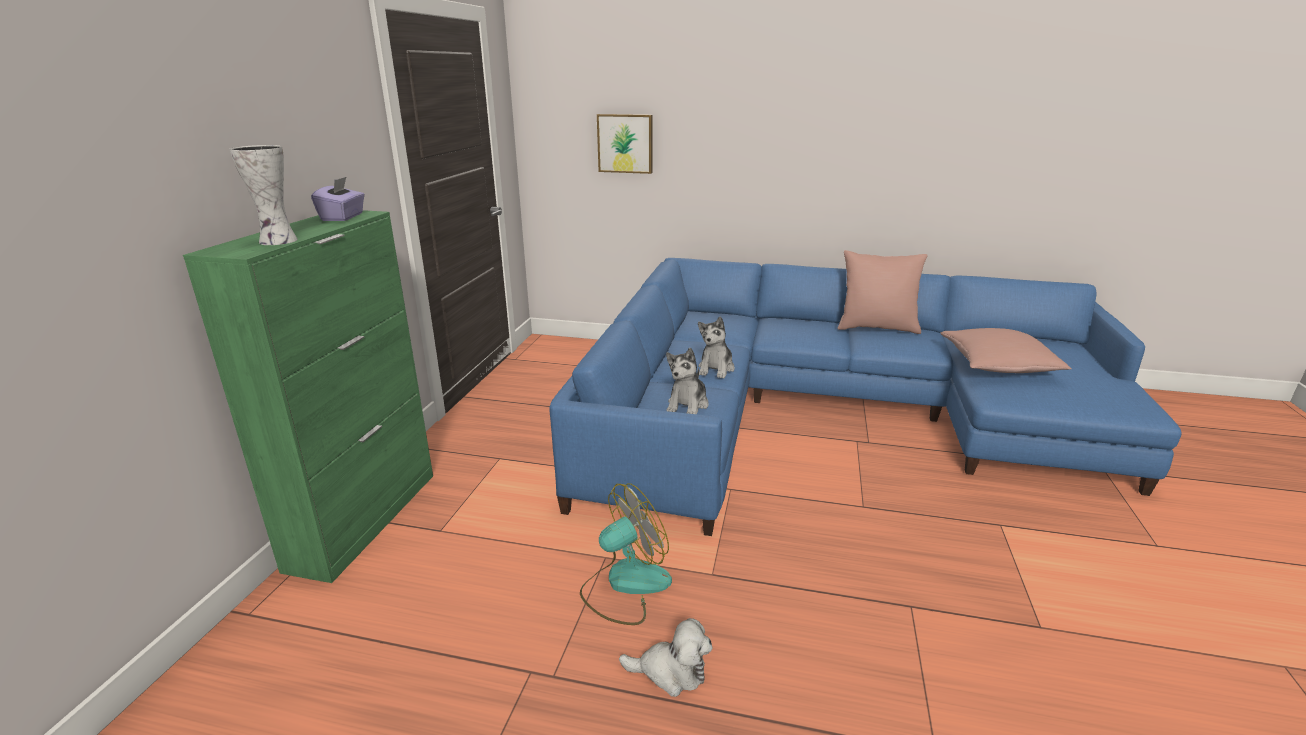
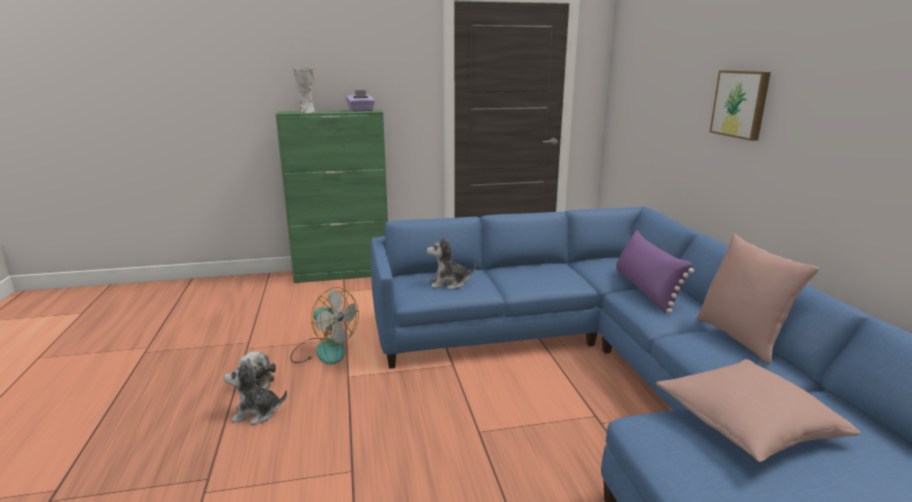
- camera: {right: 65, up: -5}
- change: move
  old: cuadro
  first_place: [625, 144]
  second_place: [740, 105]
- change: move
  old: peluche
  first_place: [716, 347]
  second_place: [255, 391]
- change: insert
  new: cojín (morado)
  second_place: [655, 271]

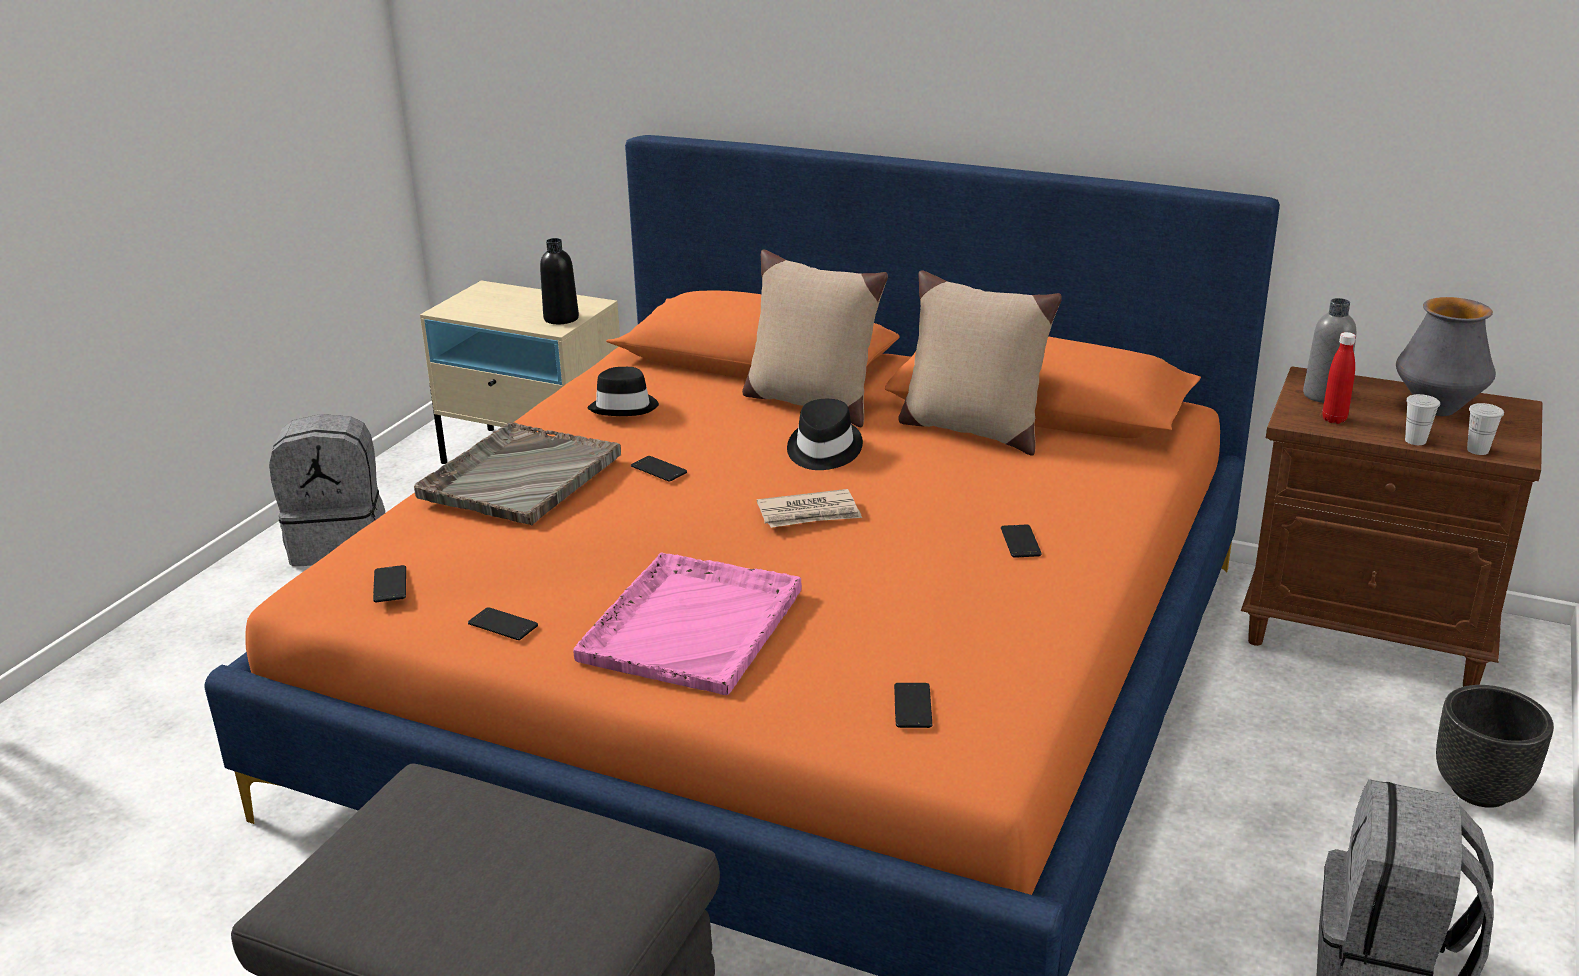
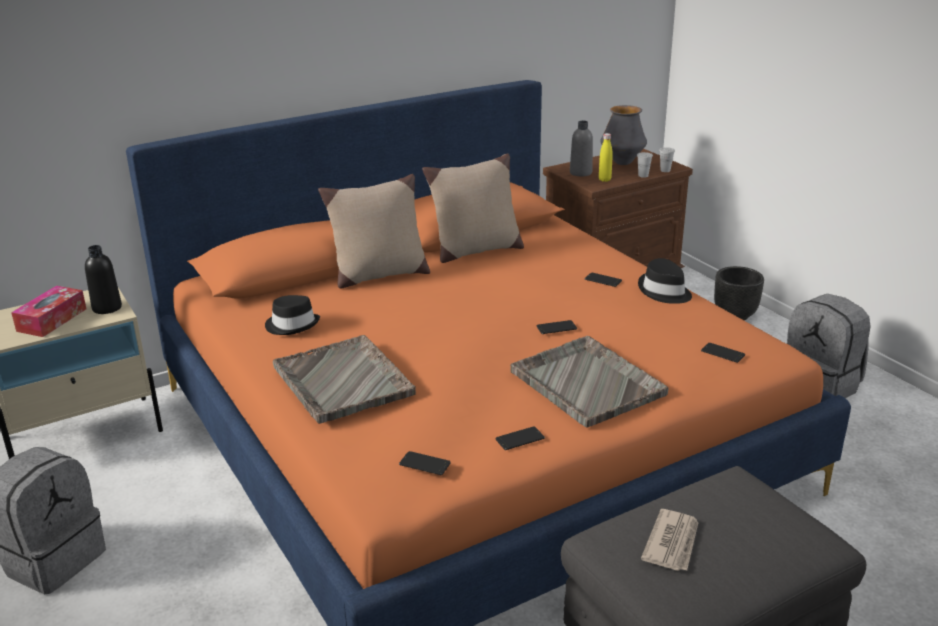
- camera: {right: -55, up: 0}
- change: recolor
  old: botella (rojo)
  new: botella (amarillo)
  first_place: [1339, 378]
  second_place: [606, 157]
- change: move
  old: sombrero (negro)
  first_place: [825, 434]
  second_place: [665, 281]
- change: move
  old: móvil
  first_place: [659, 469]
  second_place: [557, 327]
- change: move
  old: periódico
  first_place: [809, 508]
  second_place: [670, 540]
- change: recolor
  old: bandeja (rosa)
  new: bandeja (gris)
  first_place: [687, 623]
  second_place: [589, 381]
- change: insert
  new: caja de pañuelos
  second_place: [49, 311]

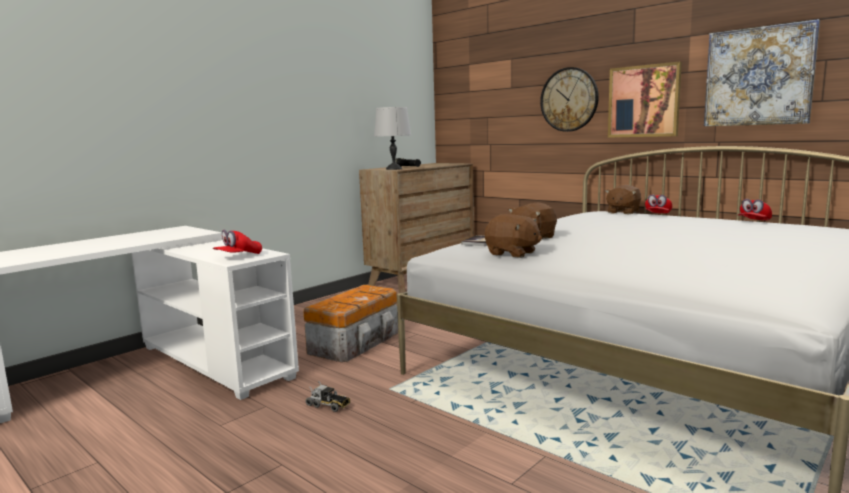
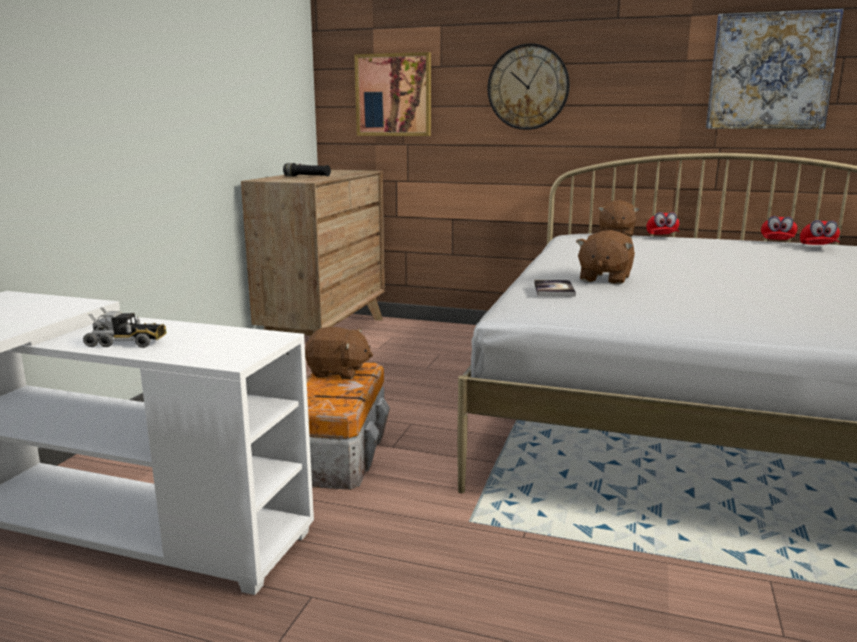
- camera: {right: -25, up: 5}
- change: move
  old: cuadro
  first_place: [645, 100]
  second_place: [392, 94]
- change: delete
  old: lámpara de mesa (gris)
  first_place: [392, 138]
- change: move
  old: peluche (marrón)
  first_place: [513, 236]
  second_place: [339, 353]
- change: move
  old: gorra (rojo)
  first_place: [237, 242]
  second_place: [820, 232]
- change: move
  old: camión de juguete
  first_place: [327, 396]
  second_place: [125, 327]

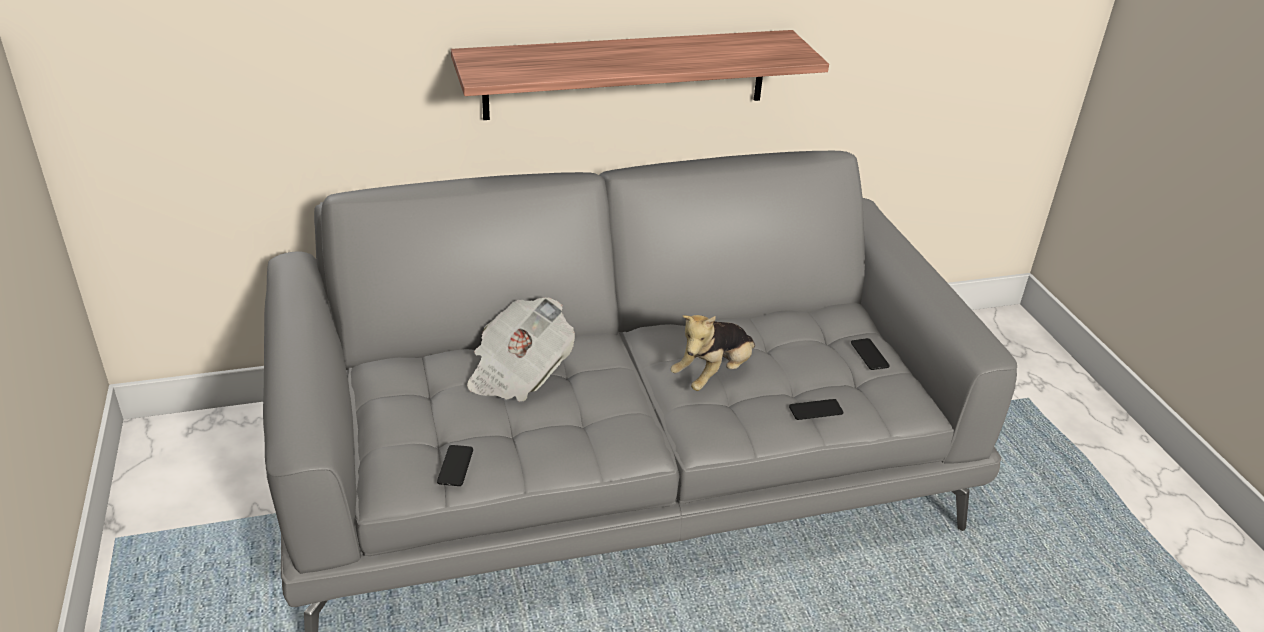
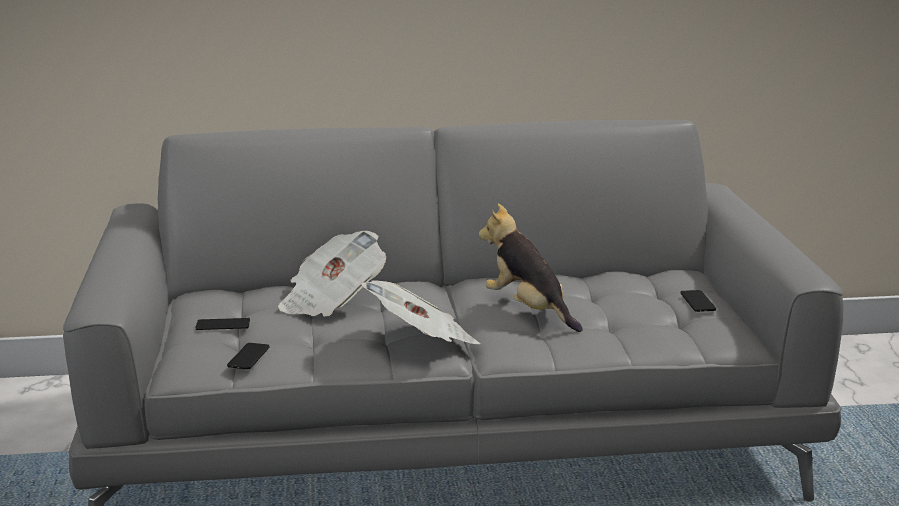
- camera: {right: 10, up: -15}
- change: delete
  old: estante
  first_place: [640, 75]
- change: rotate
  old: peluche
  first_place: [713, 353]
  second_place: [531, 267]
  degrees: 90
- change: move
  old: móvil
  first_place: [816, 409]
  second_place: [223, 324]
- change: insert
  new: periódico
  second_place: [420, 312]

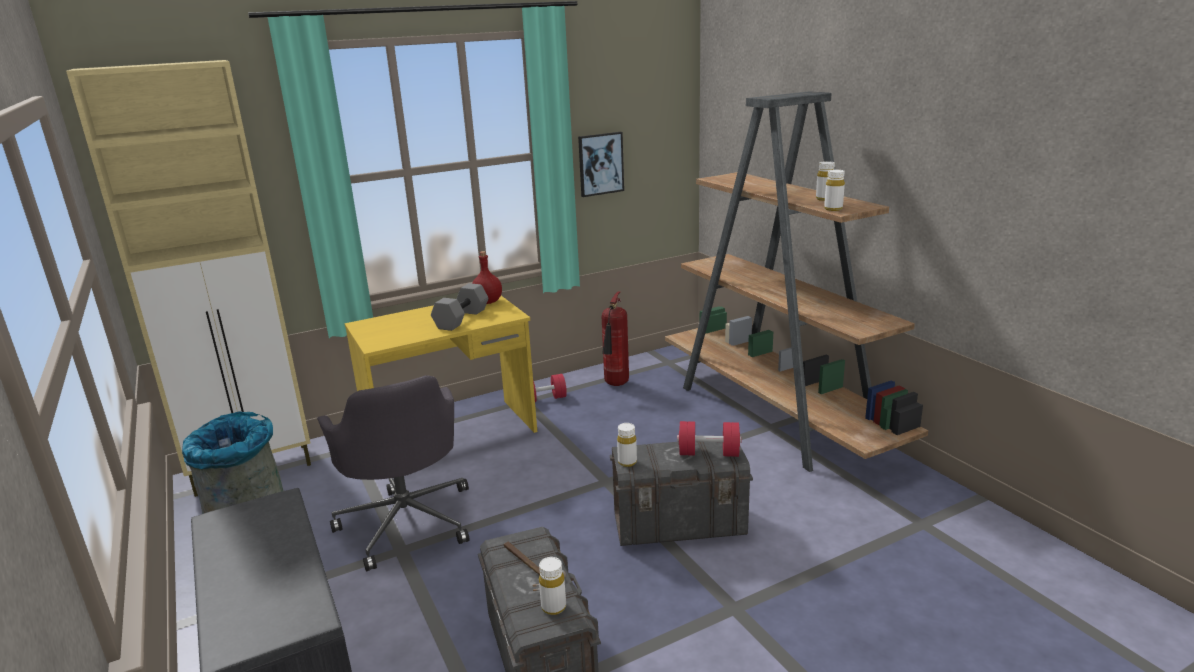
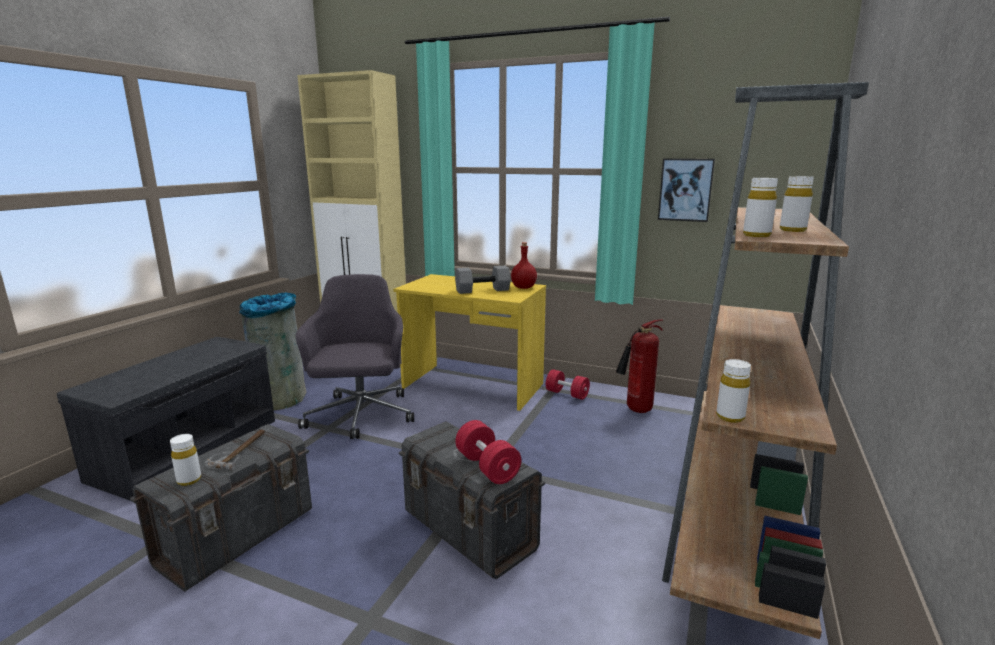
- camera: {right: 50, up: -5}
- change: rotate
  old: silla de oficina (gris)
  first_place: [393, 473]
  second_place: [355, 356]
  degrees: 150
- change: move
  old: botella (blanco)
  first_place: [627, 445]
  second_place: [733, 391]

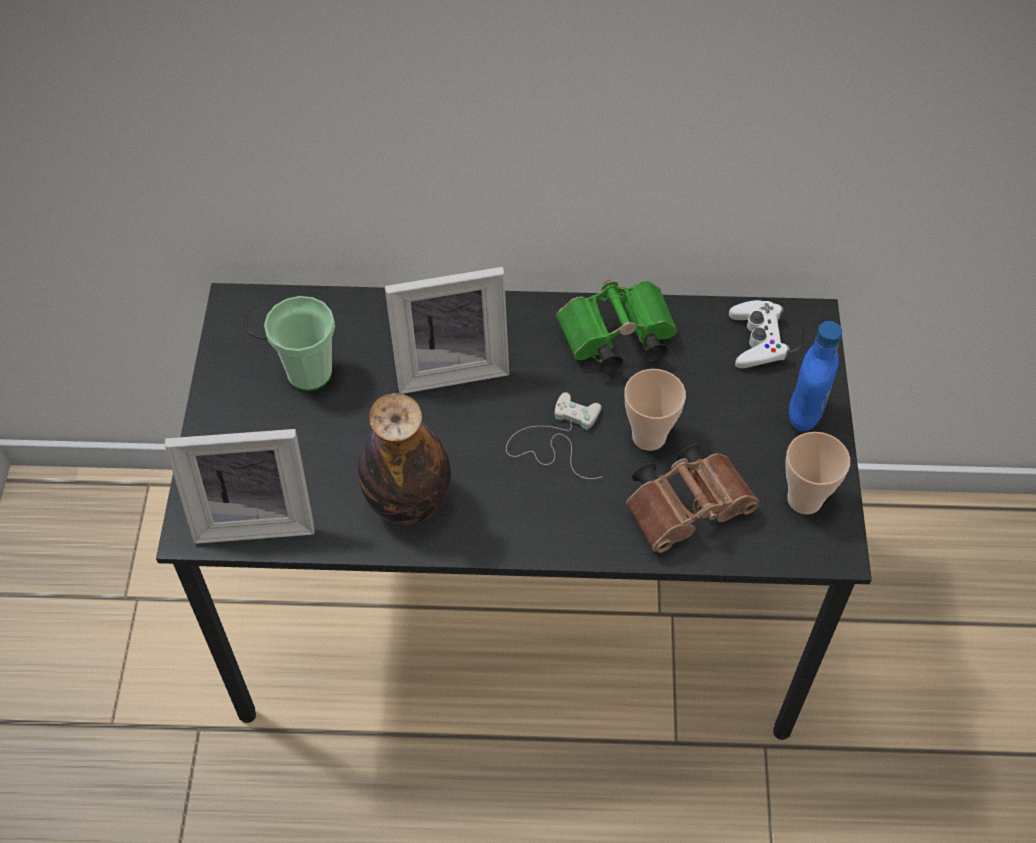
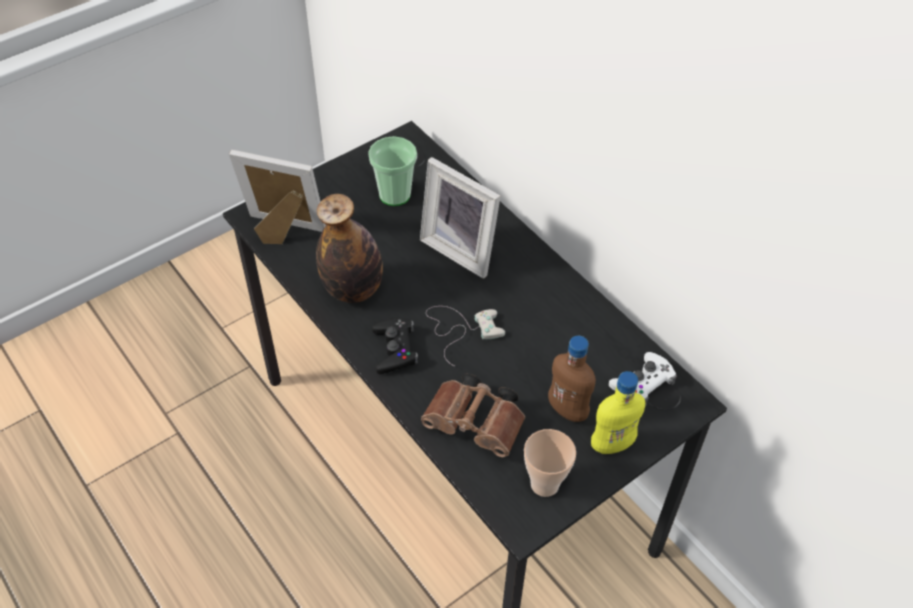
- camera: {right: 50, up: -5}
- change: delete
  old: prismáticos (verde)
  first_place: [616, 326]
- change: recolor
  old: botella (azul)
  new: botella (amarillo)
  first_place: [815, 376]
  second_place: [618, 412]
- change: delete
  old: taza
  first_place: [655, 410]
- change: rotate
  old: portarretratos
  first_place: [240, 486]
  second_place: [277, 197]
  degrees: 150
- change: insert
  new: mando de consola (negro)
  second_place: [395, 346]
- change: insert
  new: botella (marrón)
  second_place: [572, 379]

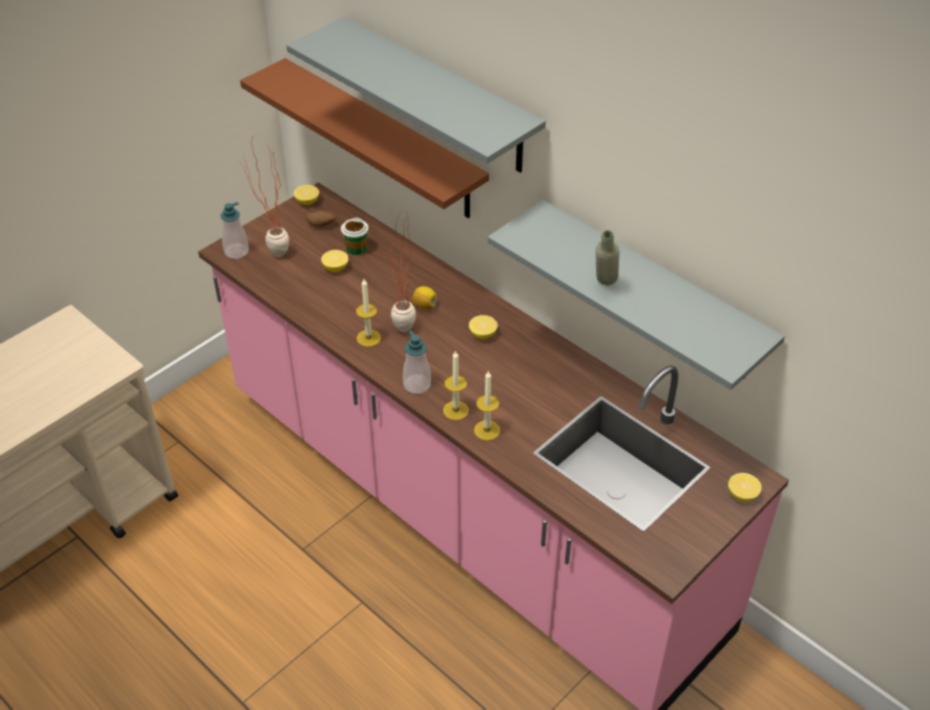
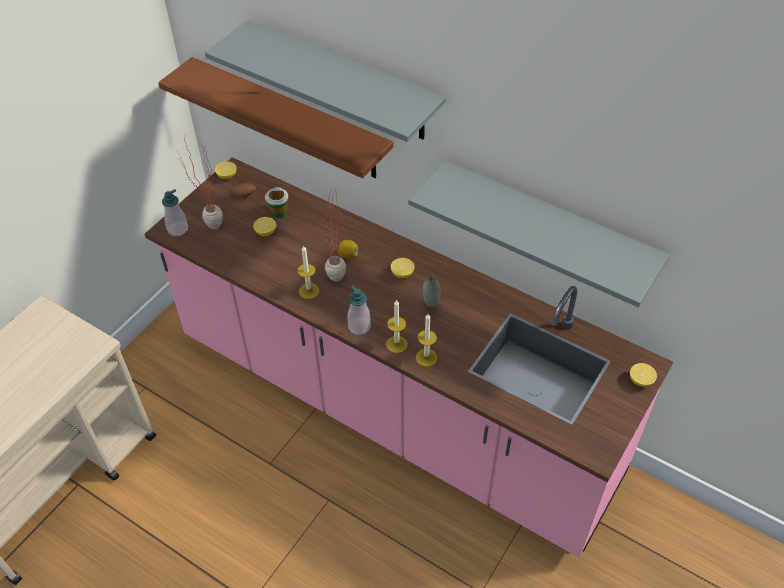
- camera: {right: -10, up: 5}
- change: move
  old: botella (gris)
  first_place: [608, 258]
  second_place: [431, 291]

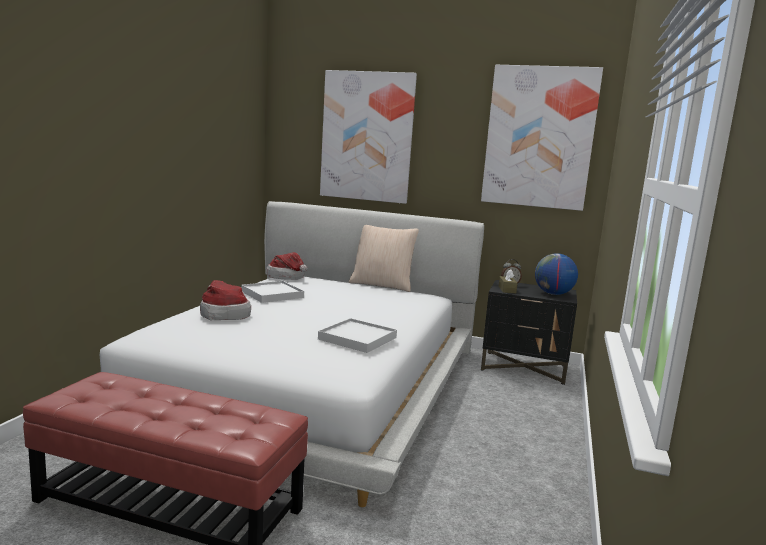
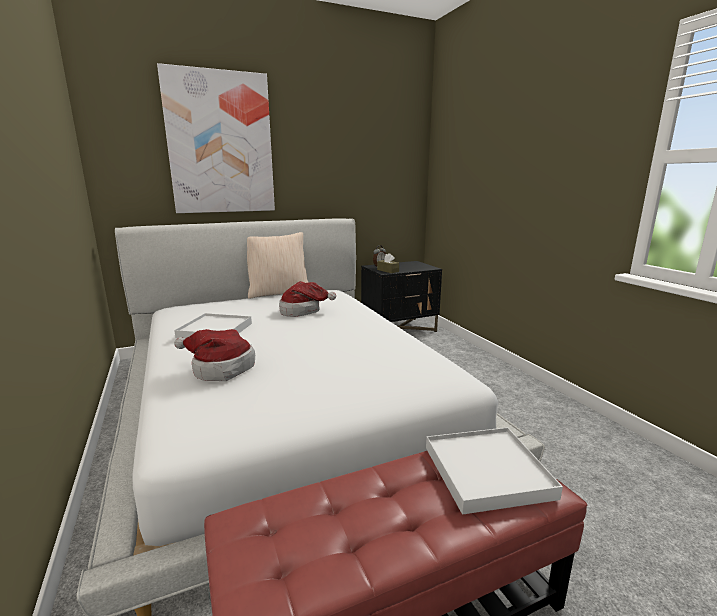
- camera: {right: -40, up: 5}
- change: delete
  old: cuadro
  first_place: [542, 138]
- change: move
  old: sombrero
  first_place: [286, 266]
  second_place: [307, 299]
- change: delete
  old: globo terráqueo
  first_place: [556, 274]
- change: move
  old: bandeja (blanco)
  first_place: [357, 335]
  second_place: [494, 471]

